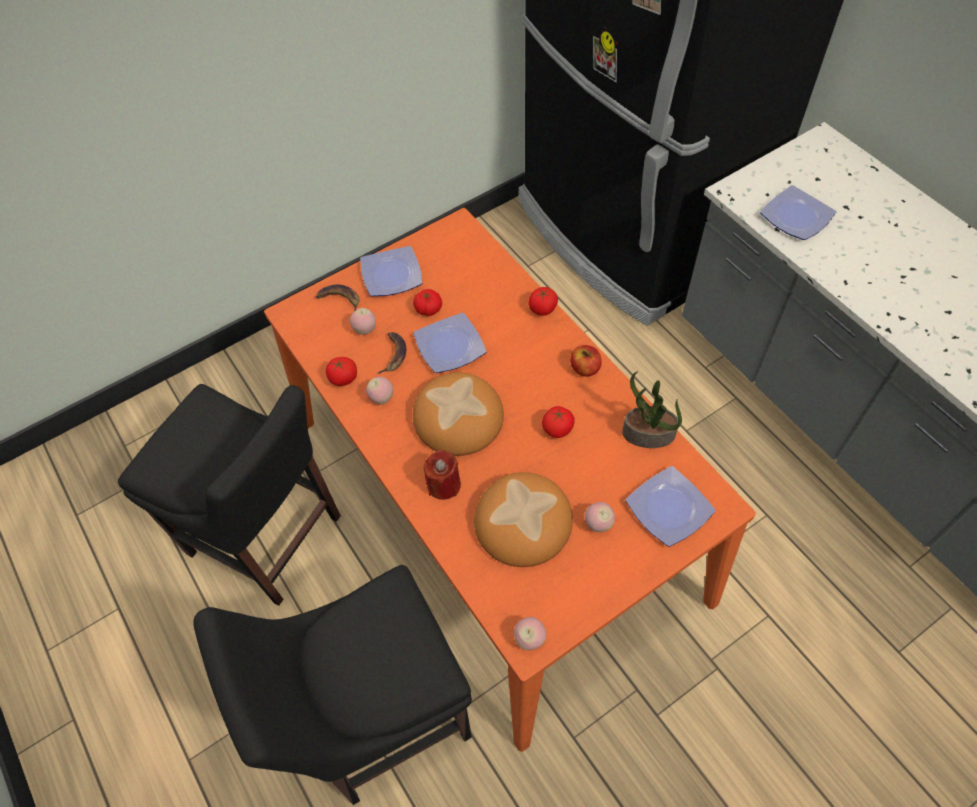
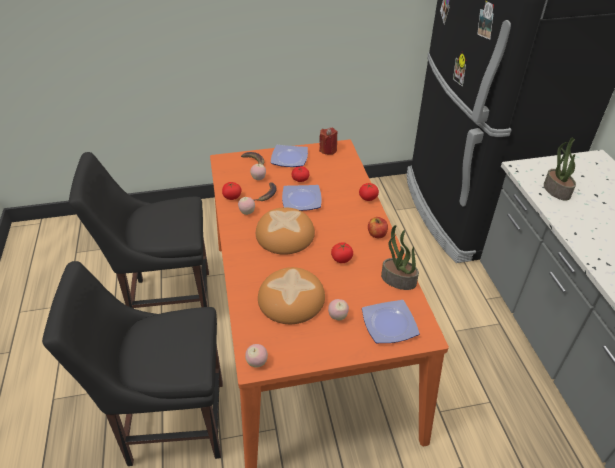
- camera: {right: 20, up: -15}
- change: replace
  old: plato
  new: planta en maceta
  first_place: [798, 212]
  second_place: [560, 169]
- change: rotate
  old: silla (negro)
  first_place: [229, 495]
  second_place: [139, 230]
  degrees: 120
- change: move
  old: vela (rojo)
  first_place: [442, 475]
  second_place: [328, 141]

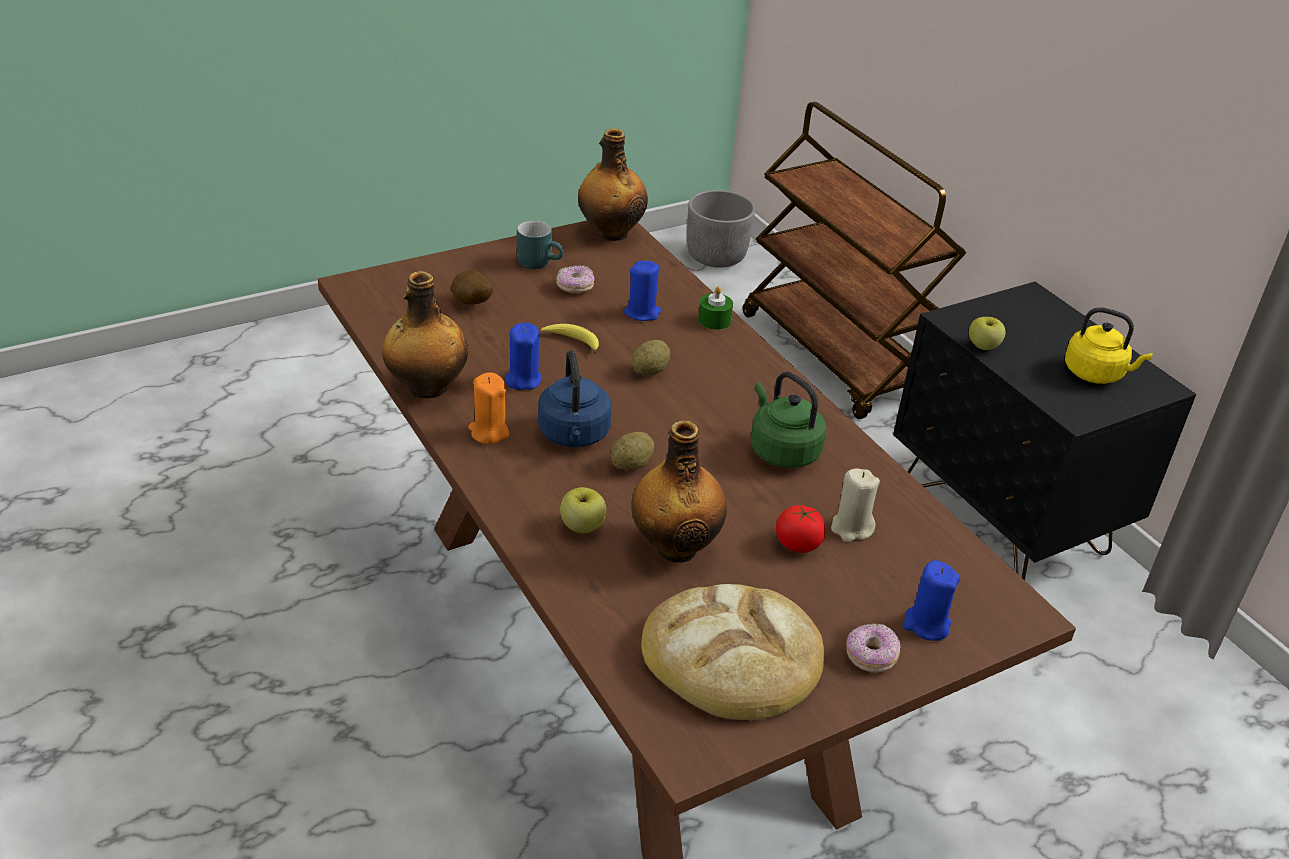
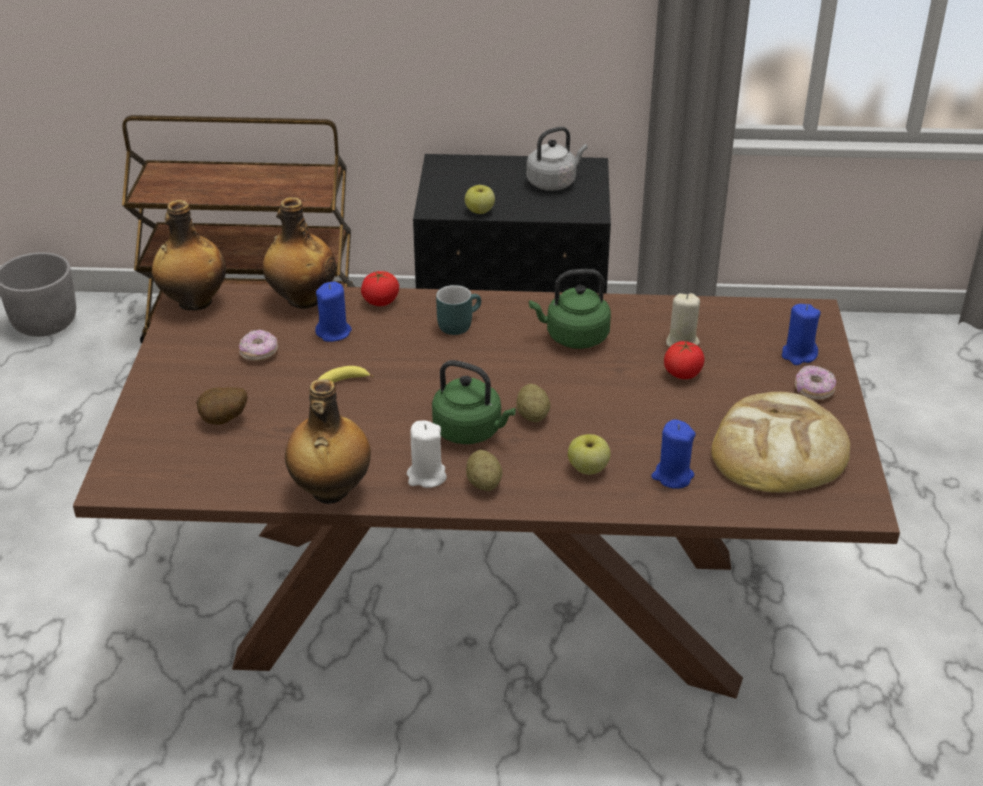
- camera: {right: -55, up: 0}
- change: move
  old: taza grande (turquesa)
  first_place: [540, 245]
  second_place: [458, 310]
- change: replace
  old: vela (verde)
  new: tomate
  first_place: [715, 308]
  second_place: [380, 288]
- change: recolor
  old: hervidor (amarillo)
  new: hervidor (gris)
  first_place: [1109, 345]
  second_place: [556, 159]
- change: move
  old: vela (azul)
  first_place: [523, 356]
  second_place: [673, 454]
- change: move
  old: patata
  first_place: [651, 357]
  second_place: [484, 470]
- change: recolor
  old: hervidor (azul)
  new: hervidor (verde)
  first_place: [575, 398]
  second_place: [474, 402]
- change: recolor
  old: vela (naranja)
  new: vela (blanco)
  first_place: [489, 408]
  second_place: [427, 454]
- change: move
  old: botella
  first_place: [679, 492]
  second_place: [299, 253]

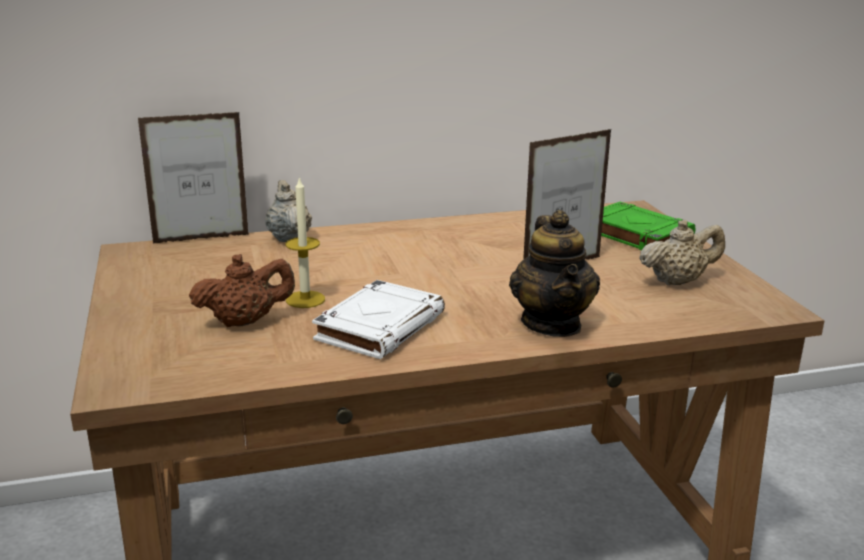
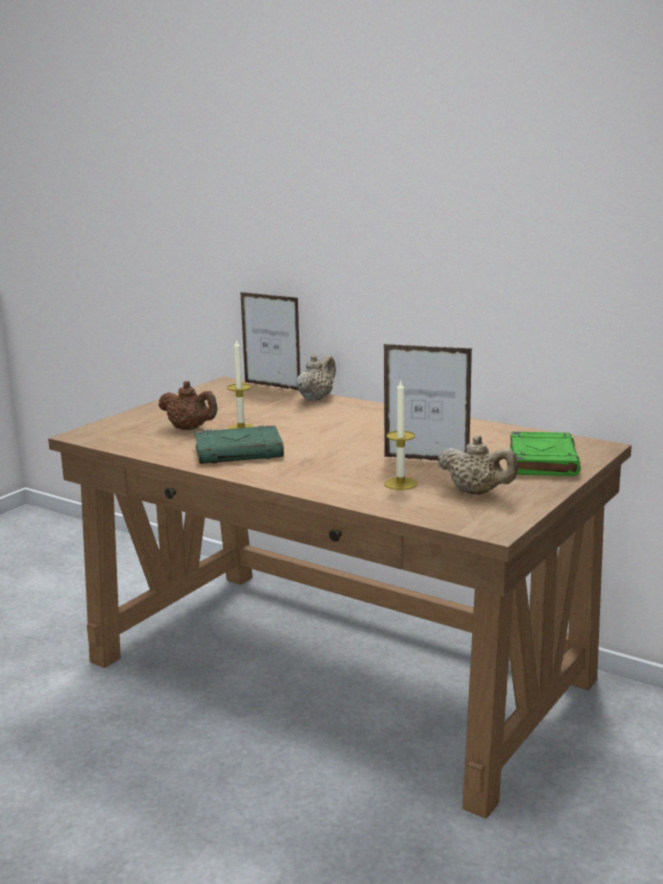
- camera: {right: 50, up: -5}
- change: delete
  old: tetera
  first_place: [554, 273]
- change: recolor
  old: libro (blanco)
  new: libro (verde)
  first_place: [378, 319]
  second_place: [239, 444]
- change: insert
  new: vela
  second_place: [400, 434]

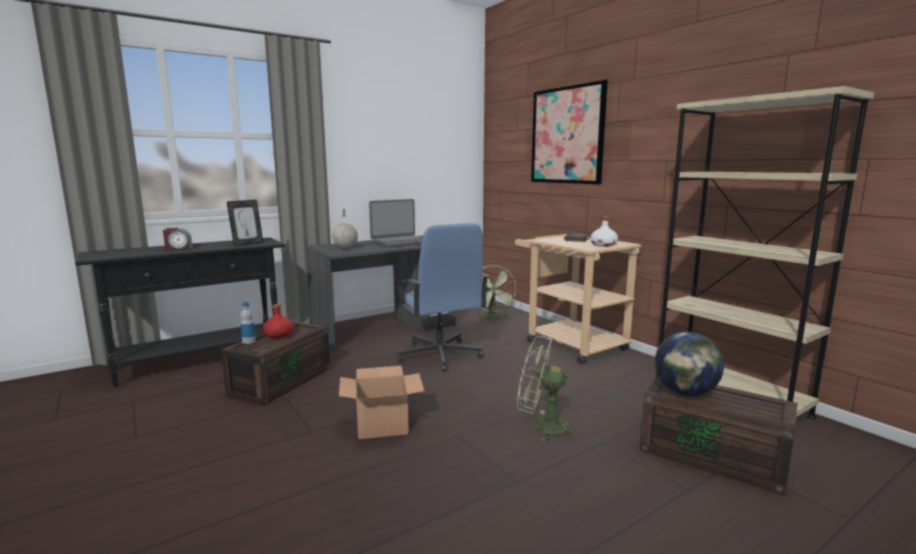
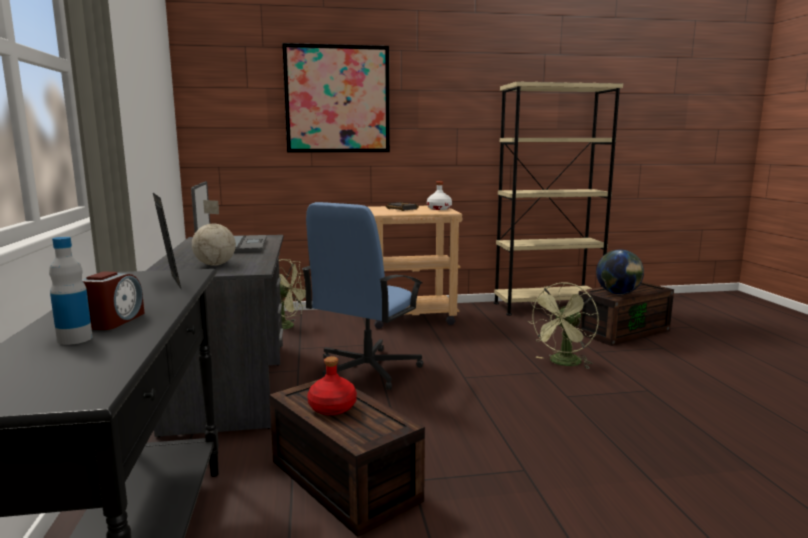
- camera: {right: -65, up: 0}
- change: rotate
  old: silla de oficina (azul)
  first_place: [441, 297]
  second_place: [362, 296]
  degrees: 120
- change: move
  old: botella
  first_place: [248, 323]
  second_place: [71, 291]
- change: delete
  old: caja de cartón
  first_place: [381, 402]

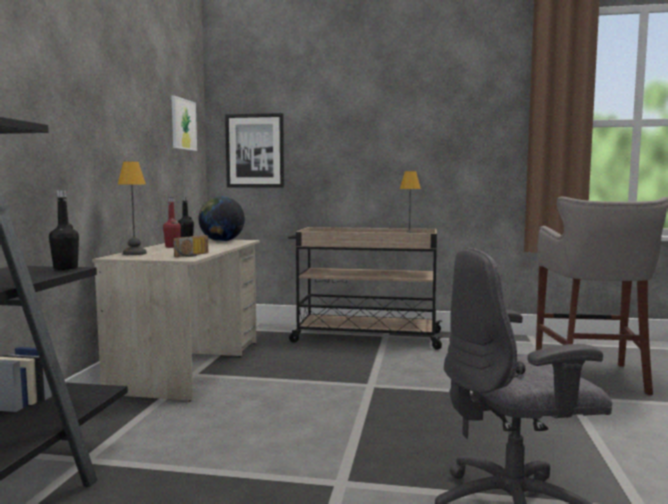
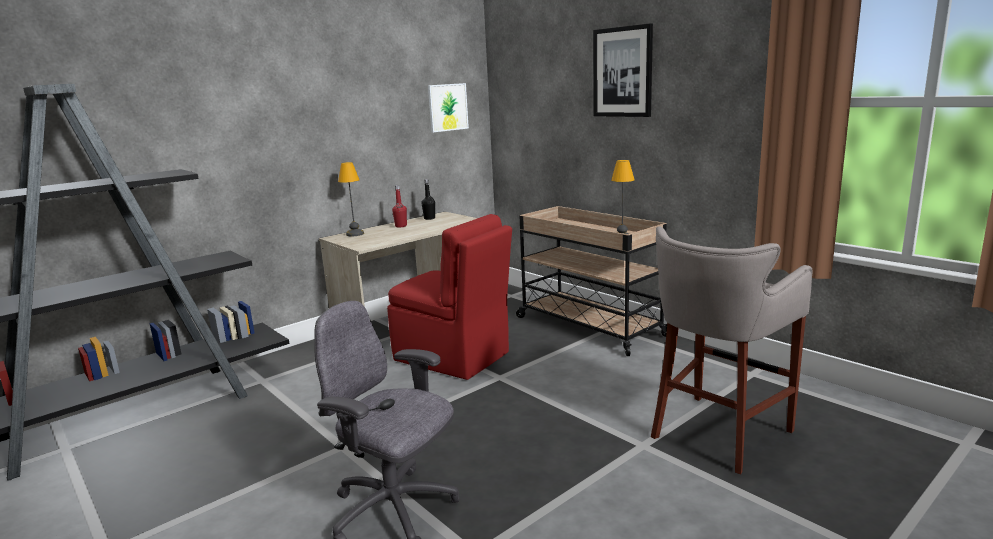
- camera: {right: 40, up: 10}
- change: move
  old: cuadro
  first_place: [254, 150]
  second_place: [623, 70]
- change: delete
  old: botella (negro)
  first_place: [64, 230]
- change: delete
  old: globo terráqueo
  first_place: [221, 219]
- change: delete
  old: radio
  first_place: [190, 246]
- change: insert
  new: silla (rojo)
  second_place: [449, 297]

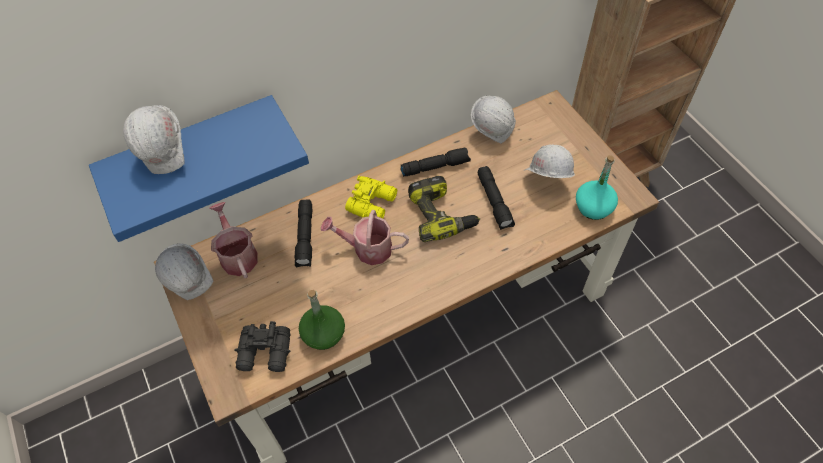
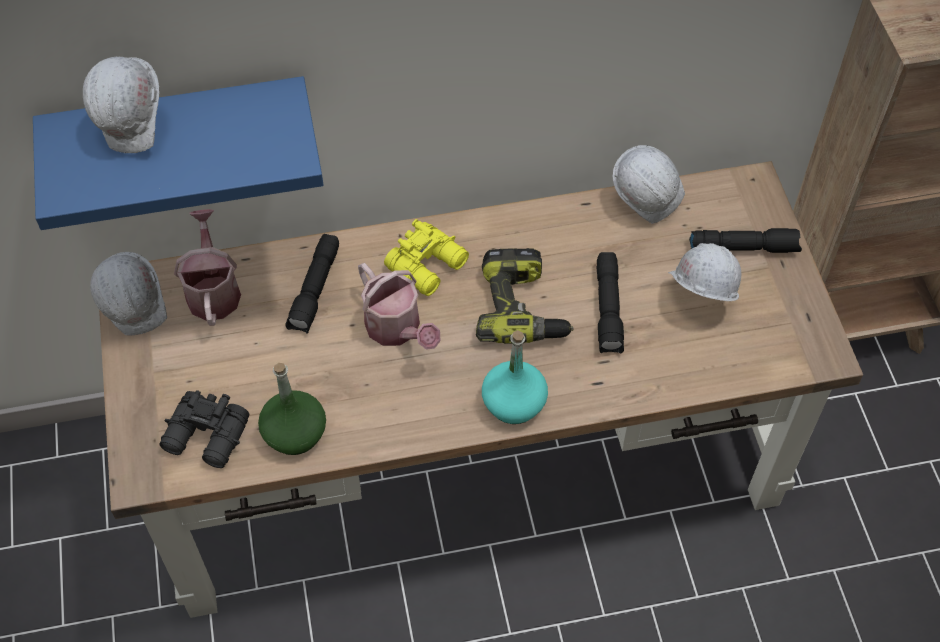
- camera: {right: 15, up: 0}
- change: move
  old: linterna (negro)
  first_place: [436, 162]
  second_place: [745, 240]
- change: move
  old: botella (turquesa)
  first_place: [597, 187]
  second_place: [515, 377]
- change: rotate
  old: regadera
  first_place: [365, 237]
  second_place: [399, 306]
  degrees: -150

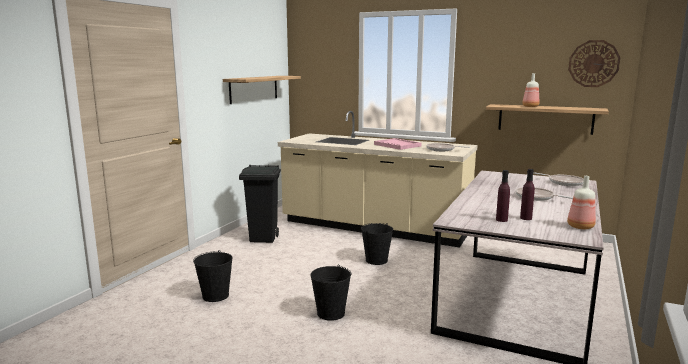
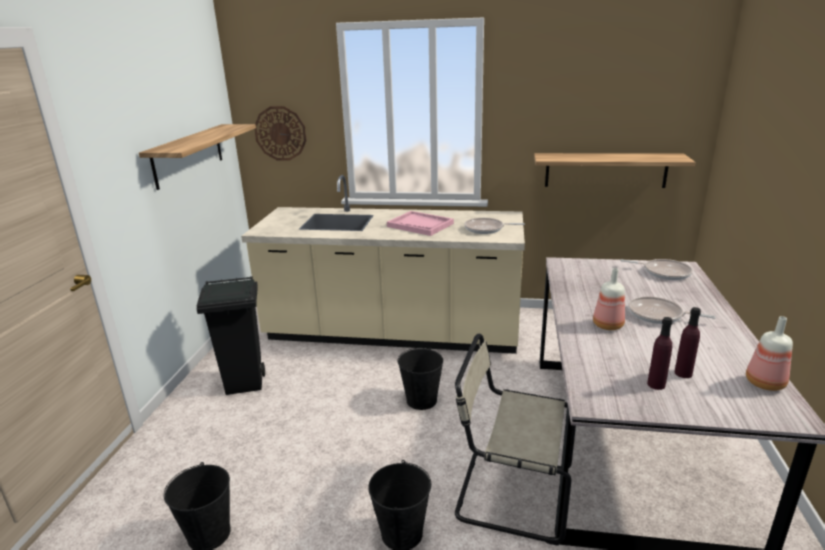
- camera: {right: -15, up: 10}
- change: move
  old: reloj de pared
  first_place: [594, 63]
  second_place: [280, 133]
- change: move
  old: botella
  first_place: [530, 90]
  second_place: [609, 299]
- change: insert
  new: silla (beis)
  second_place: [515, 440]

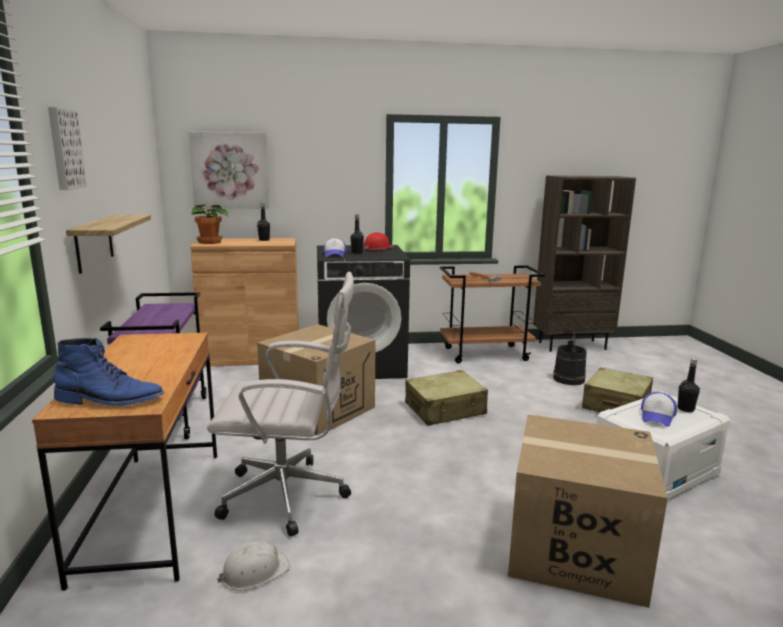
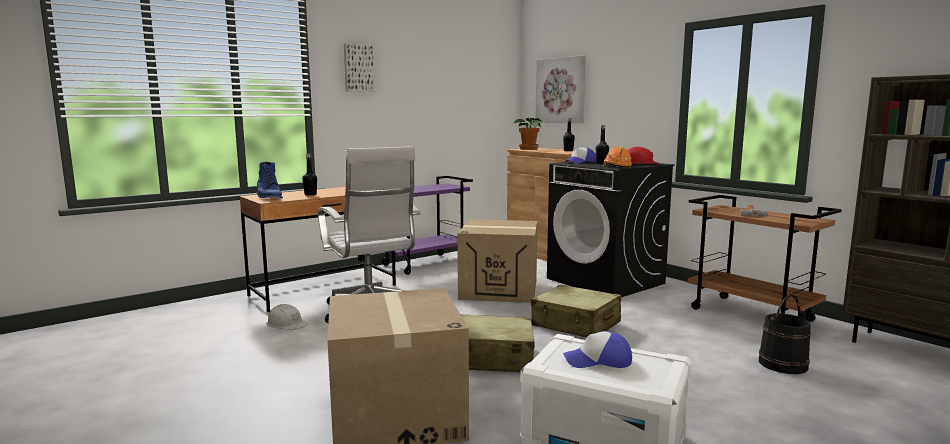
- camera: {right: 60, up: -5}
- change: delete
  old: estante
  first_place: [108, 244]
- change: move
  old: botella (negro)
  first_place: [689, 385]
  second_place: [309, 175]
- change: move
  old: maleta (beis)
  first_place: [617, 390]
  second_place: [498, 343]
- change: insert
  new: casco (naranja)
  second_place: [617, 157]

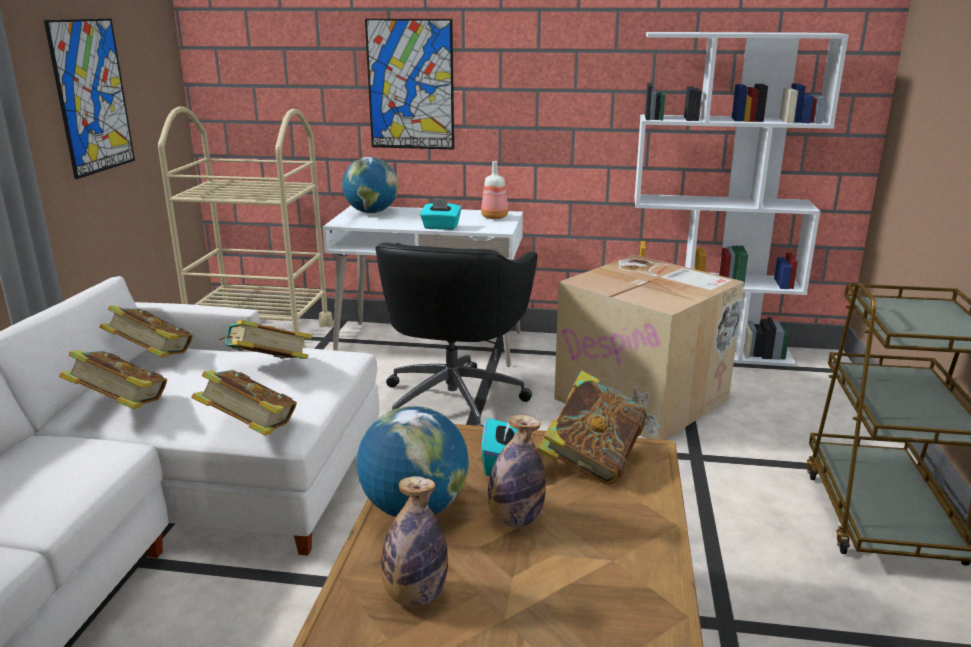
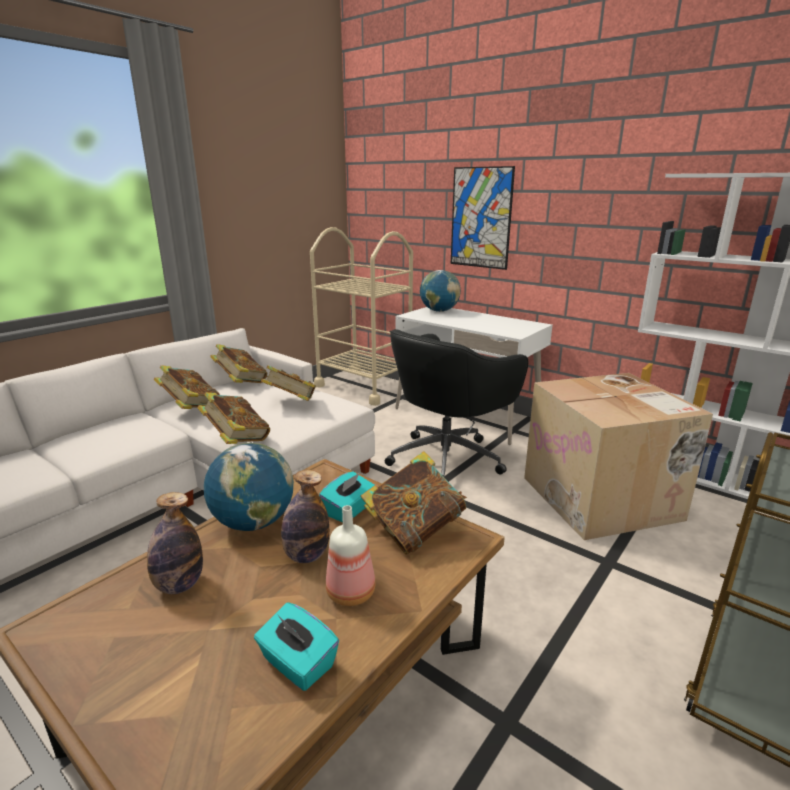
- camera: {right: 30, up: 0}
- change: delete
  old: cuadro
  first_place: [89, 99]
- change: move
  old: botella
  first_place: [494, 190]
  second_place: [350, 555]
- change: move
  old: caja de pañuelos (turquesa)
  first_place: [440, 214]
  second_place: [296, 647]

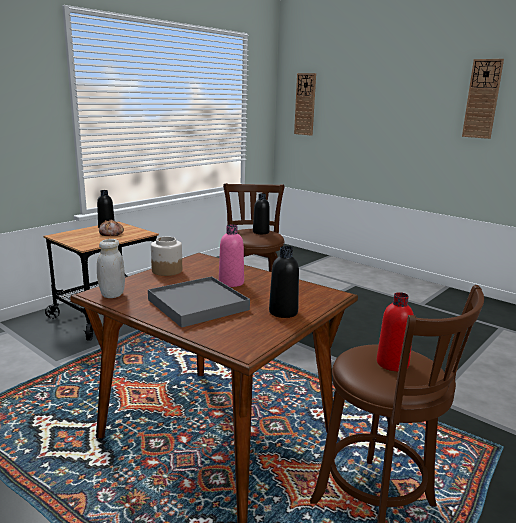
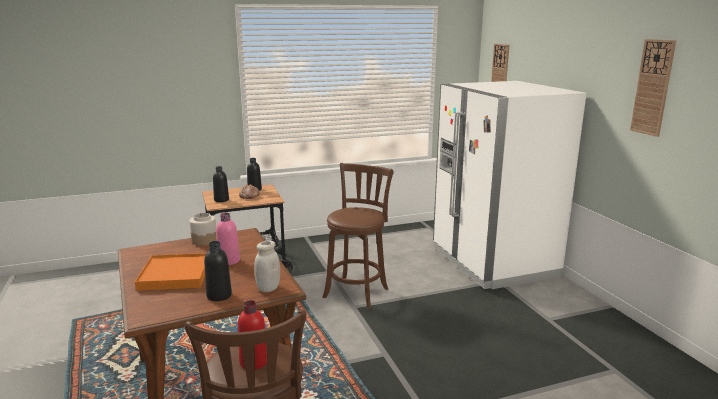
- camera: {right: 30, up: 0}
- change: move
  old: botella (negro)
  first_place: [261, 213]
  second_place: [221, 184]
- change: move
  old: tarro (blanco)
  first_place: [111, 268]
  second_place: [267, 266]
- change: recolor
  old: bandeja (gris)
  new: bandeja (naranja)
  first_place: [199, 302]
  second_place: [170, 272]
- change: insert
  new: nevera (blanco)
  second_place: [510, 185]

